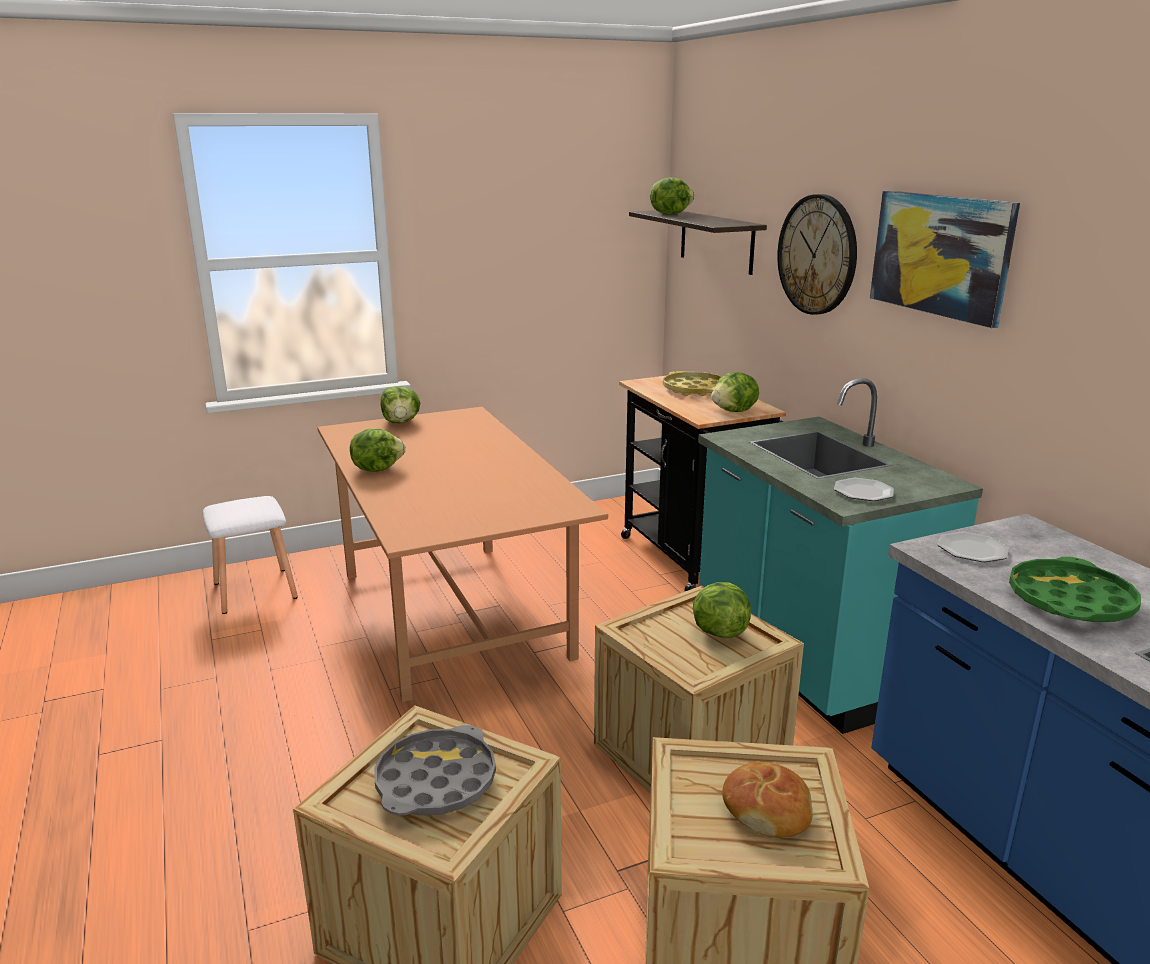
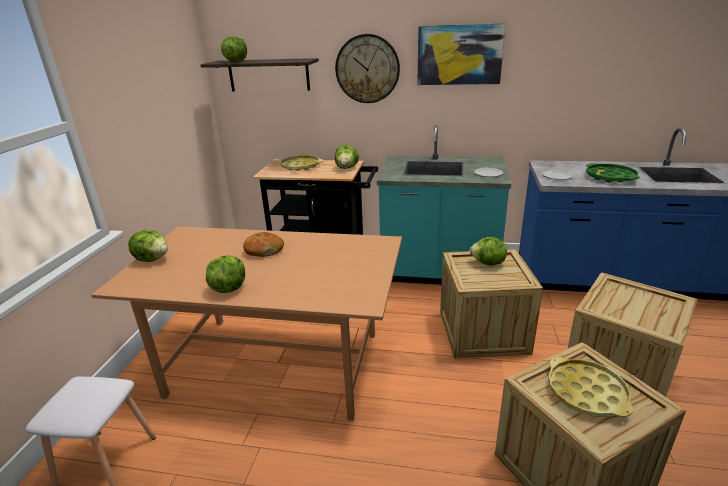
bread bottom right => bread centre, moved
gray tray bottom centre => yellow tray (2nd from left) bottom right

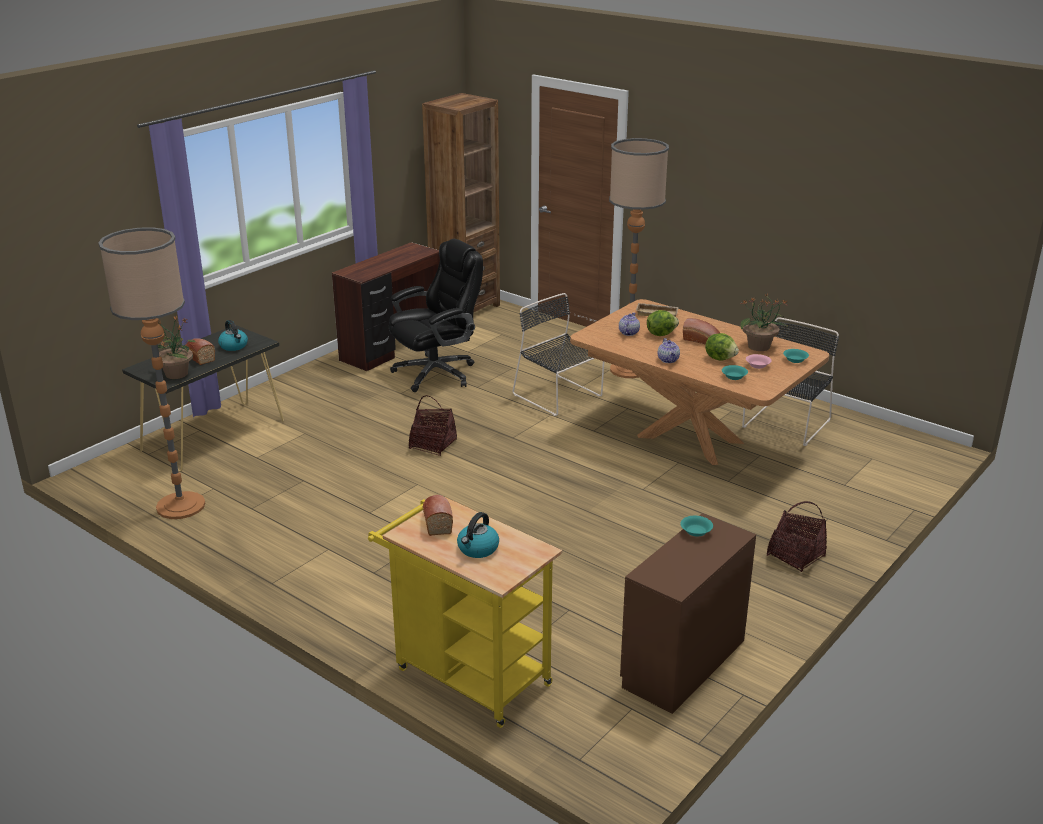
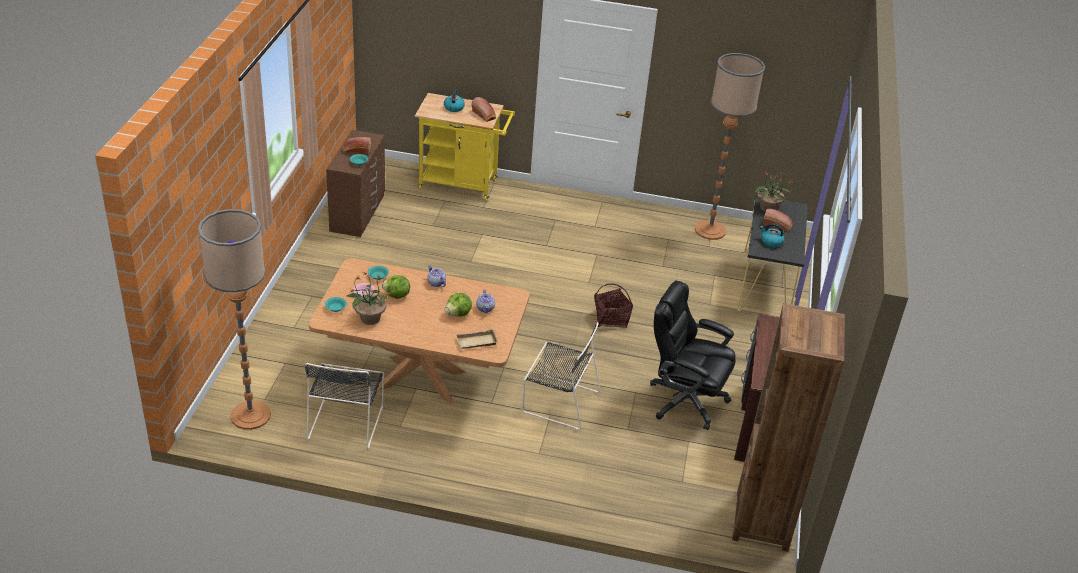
storage basket (2nd from left) middle right => nothing
standing lamp (2nd from left in the first image) top centre => standing lamp (1st from left) middle left, moved
bread (3rd from left in the first image) middle right => bread (1st from left) top left, moved
blackish computer chair centre, 90 degrees clockwise

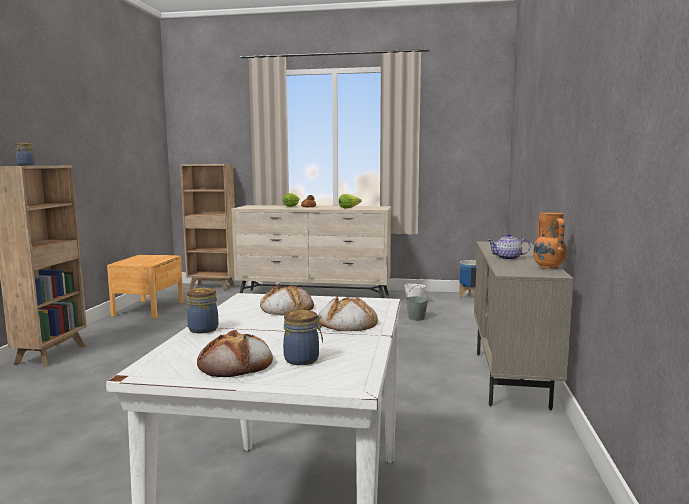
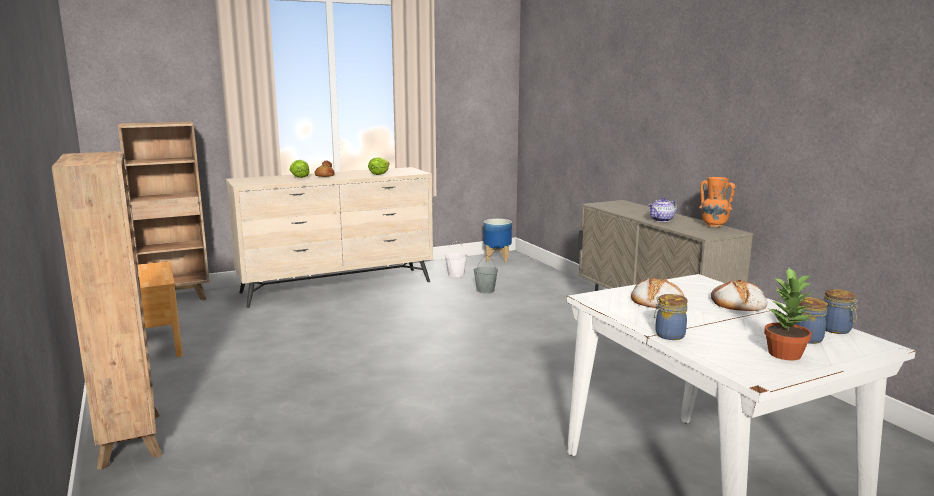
storage jar (1st from left in the first image) top left => storage jar (3rd from left) middle right, moved
bread (1st from left) bottom centre => potted plant middle right

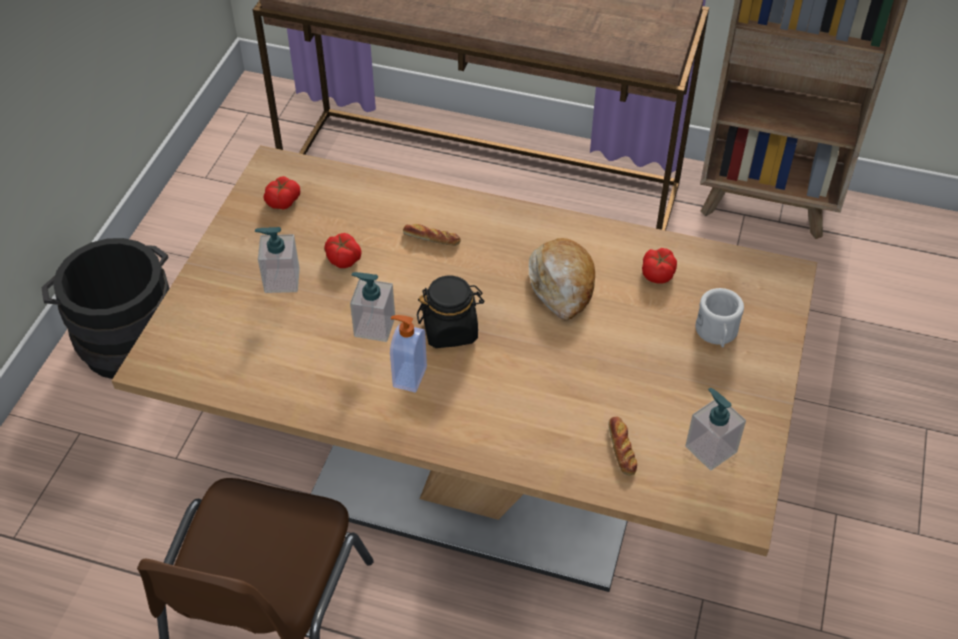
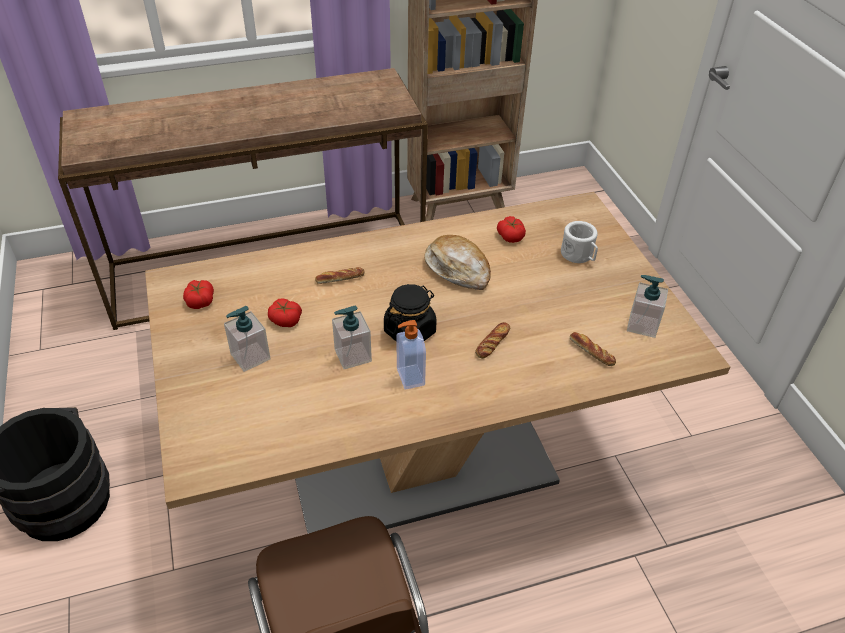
nothing => bread (3rd from left) centre

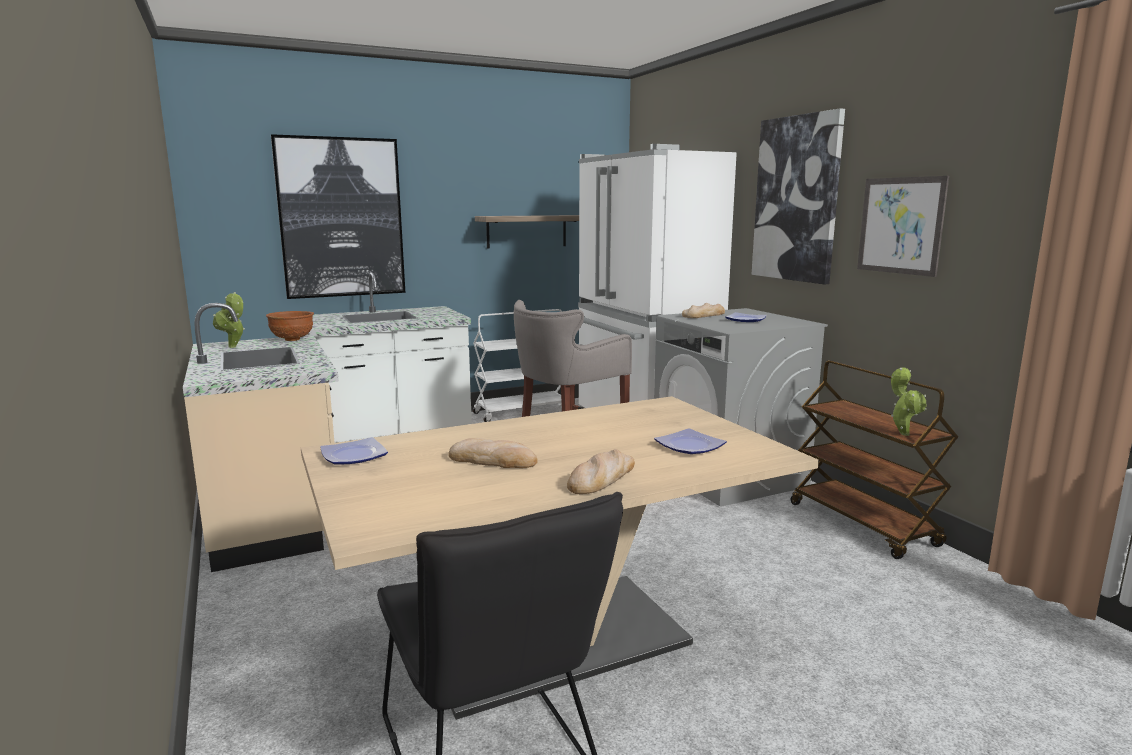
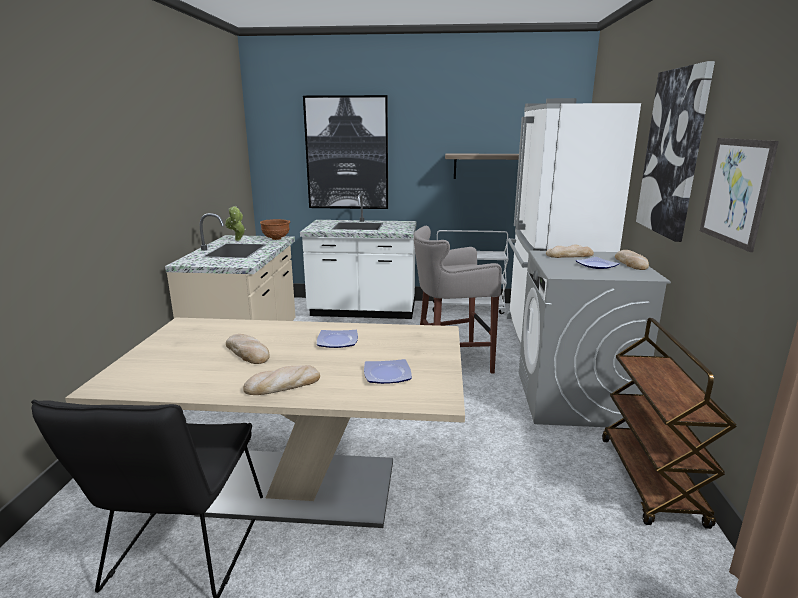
potted plant (2nd from left) middle right => nothing
nothing => bread (4th from left) middle right
flat dish (1st from left) middle left => flat dish (1st from left) centre, moved

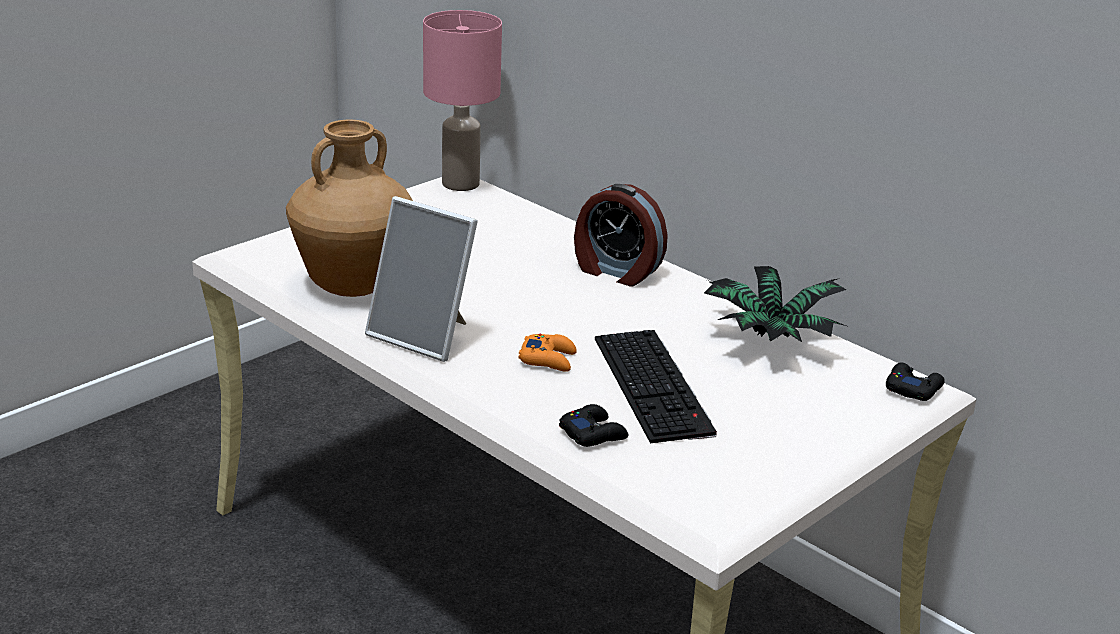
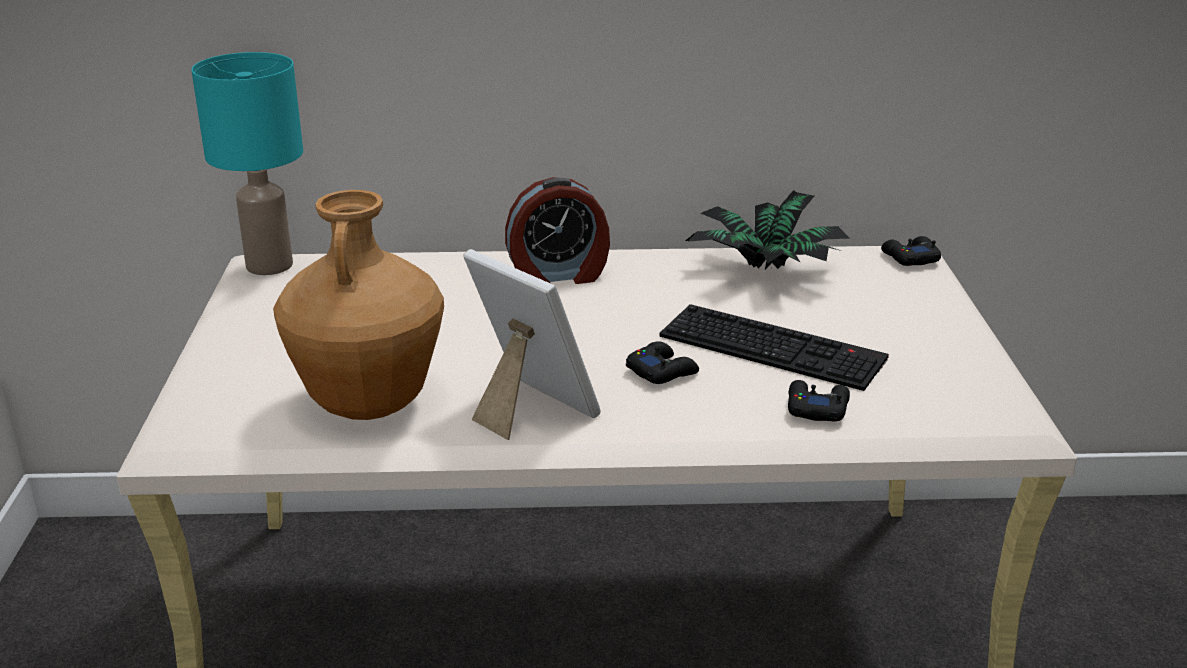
pink lamp for a table top centre => turquoise-coloured lamp for a table top left
orange joypad centre => blackish joypad (1st from left) centre
photo frame centre, 120 degrees counterclockwise

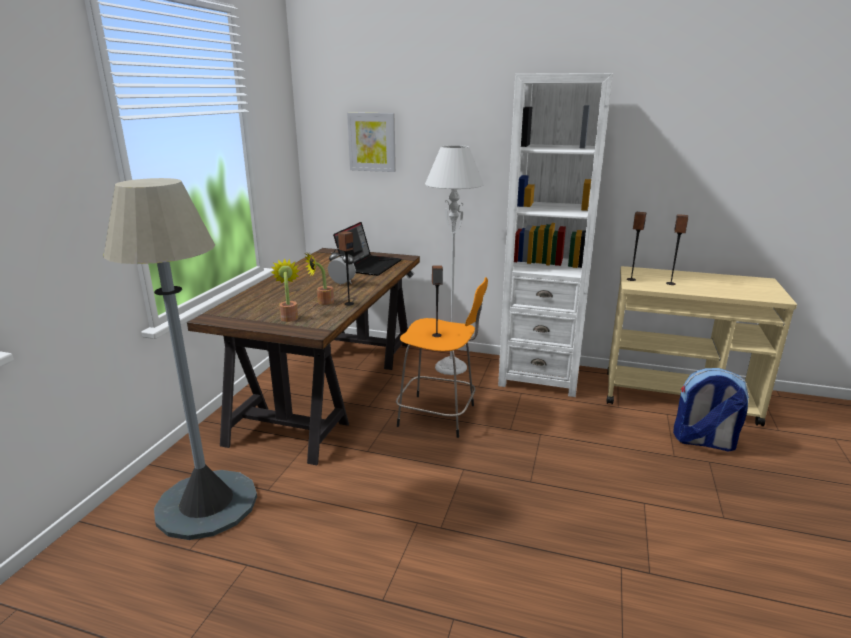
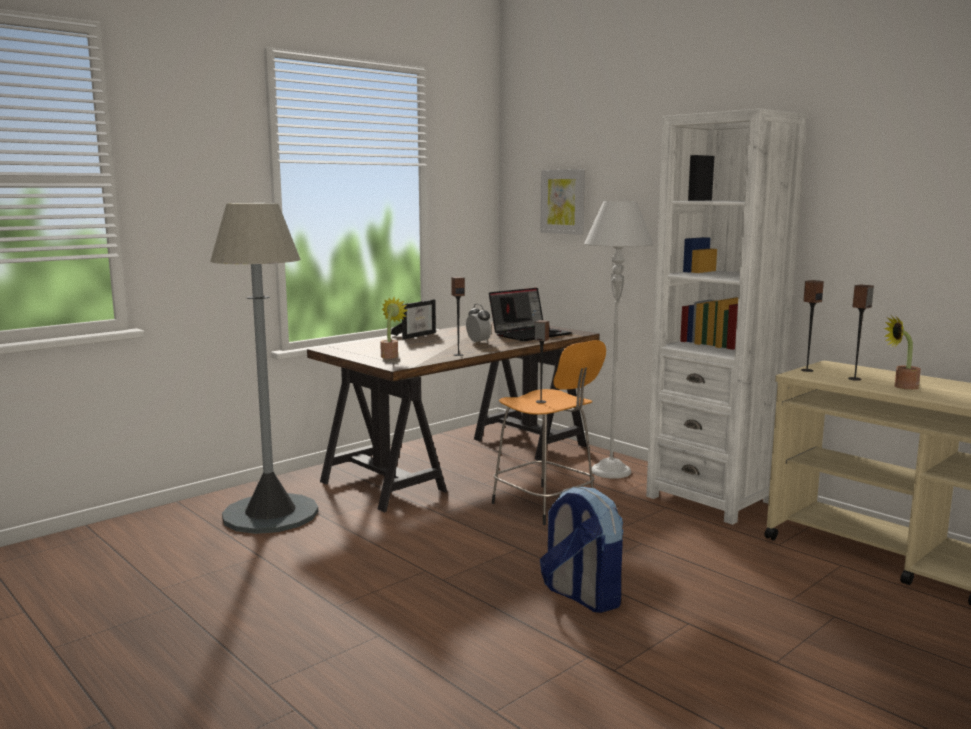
nothing => photo frame centre
potted plant (2nd from left) centre => potted plant (2nd from left) middle right, moved
rucksack middle right => rucksack bottom centre, moved

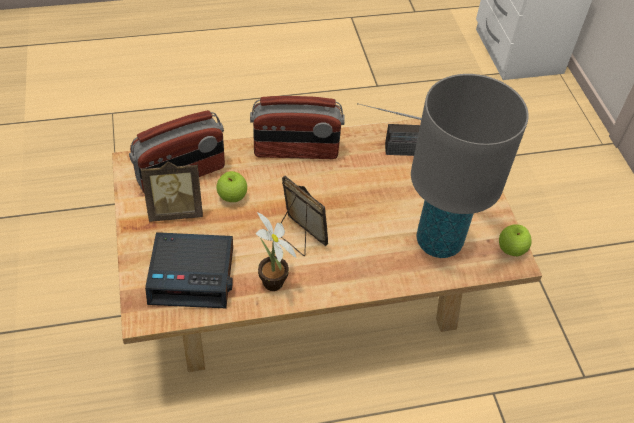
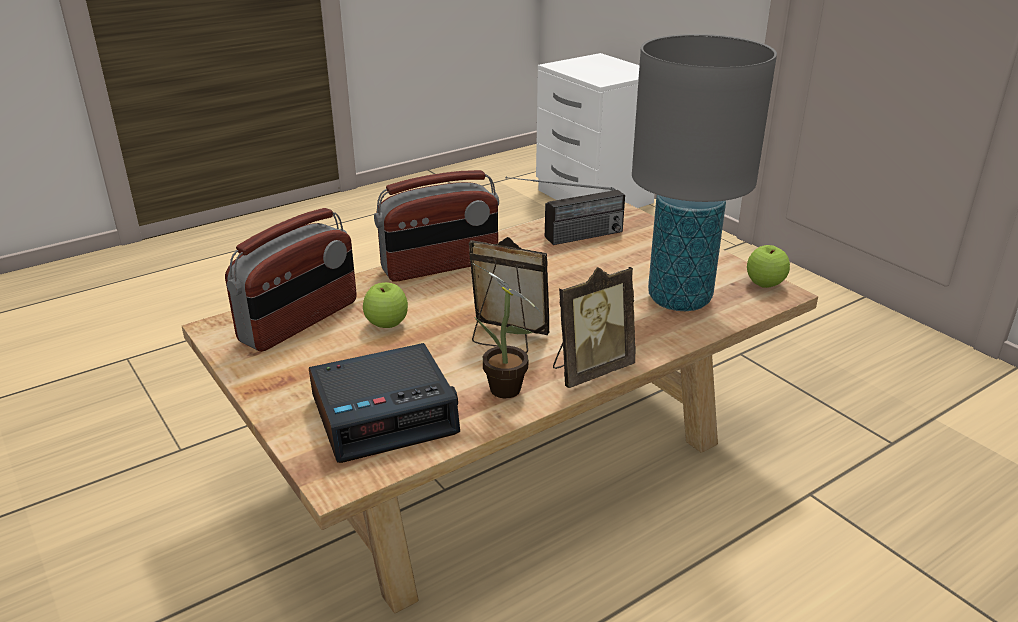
photo frame (1st from left in the first image) middle left => photo frame (2nd from left) centre, moved

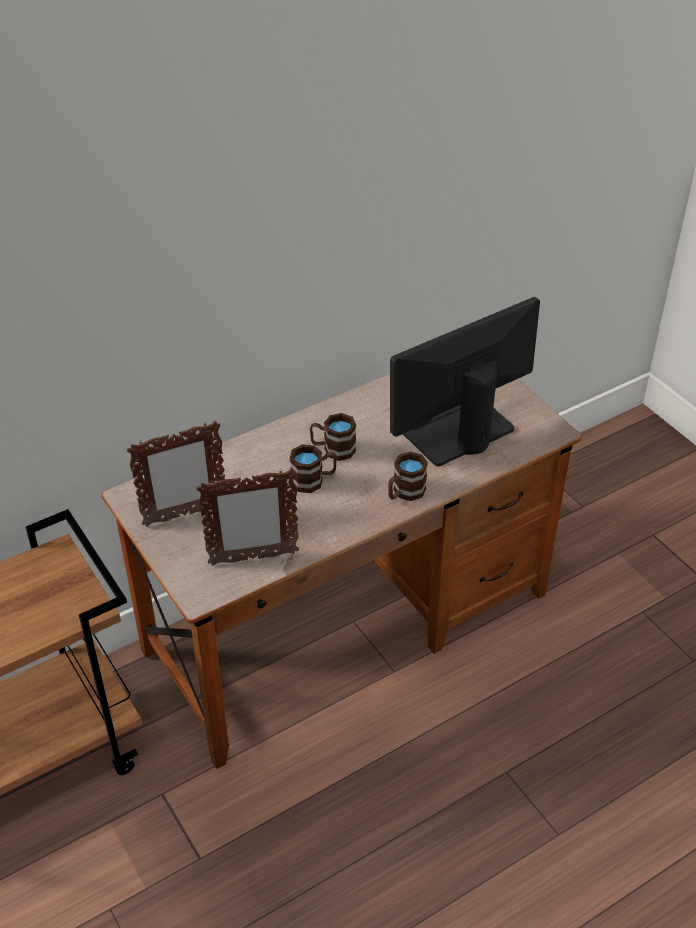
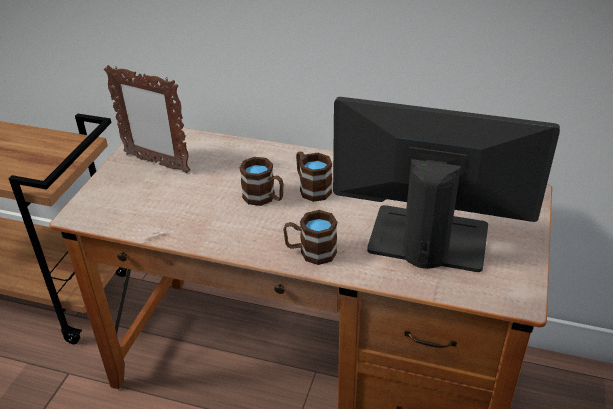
photo frame (2nd from left) centre => nothing

